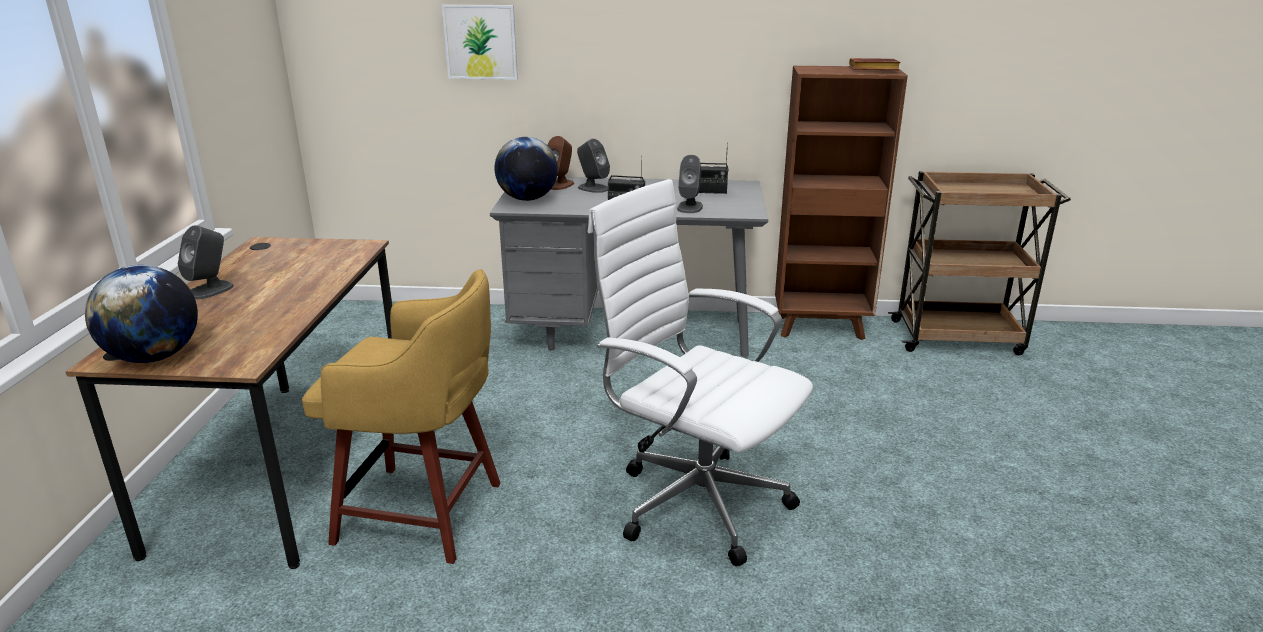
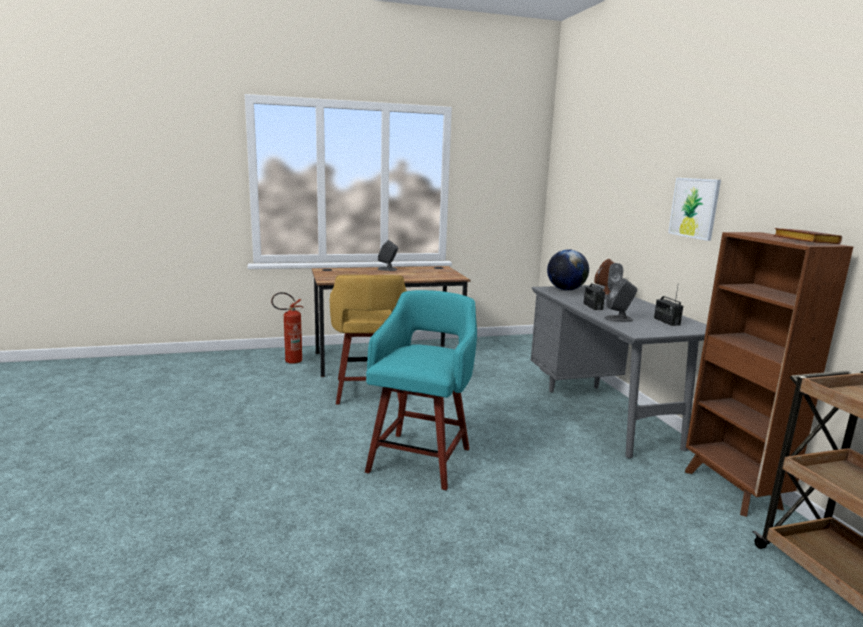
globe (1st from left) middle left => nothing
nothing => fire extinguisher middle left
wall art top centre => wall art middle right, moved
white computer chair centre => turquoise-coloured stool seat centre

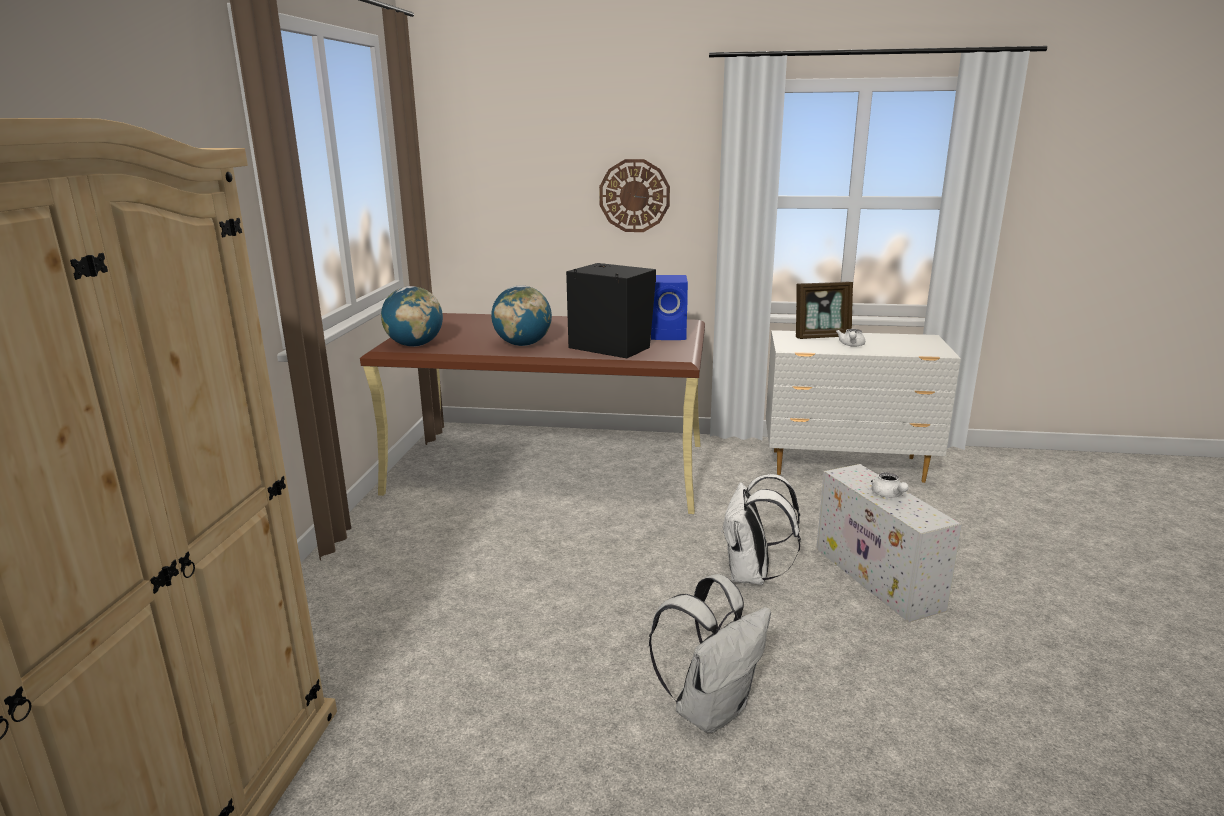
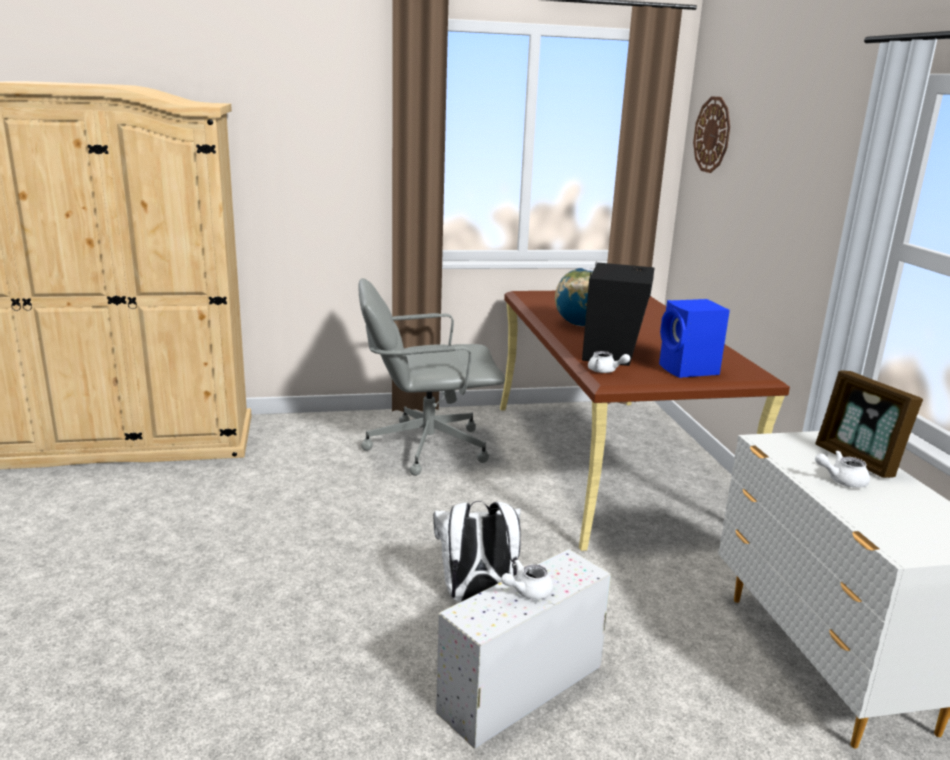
globe (1st from left) centre => nothing
white rucksack (1st from left) bottom centre => nothing
nothing => gray computer chair centre
nothing => white pot for tea (2nd from left) centre
wall clock top centre => wall clock top right, moved

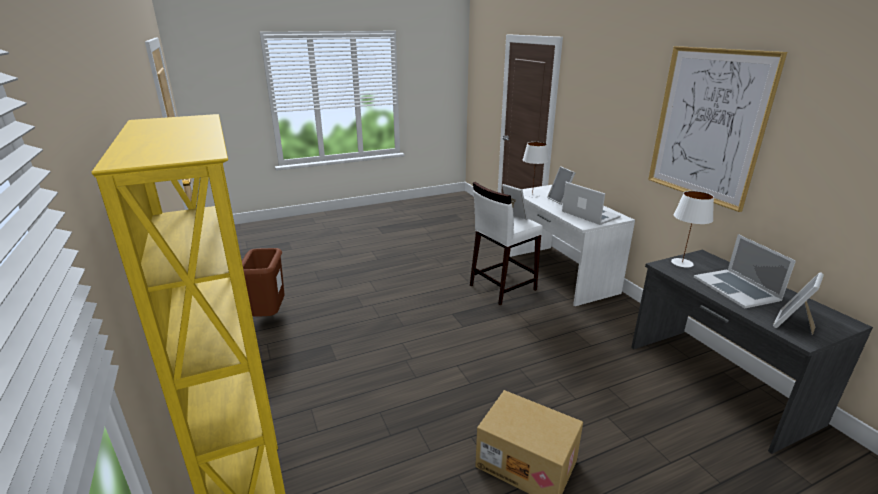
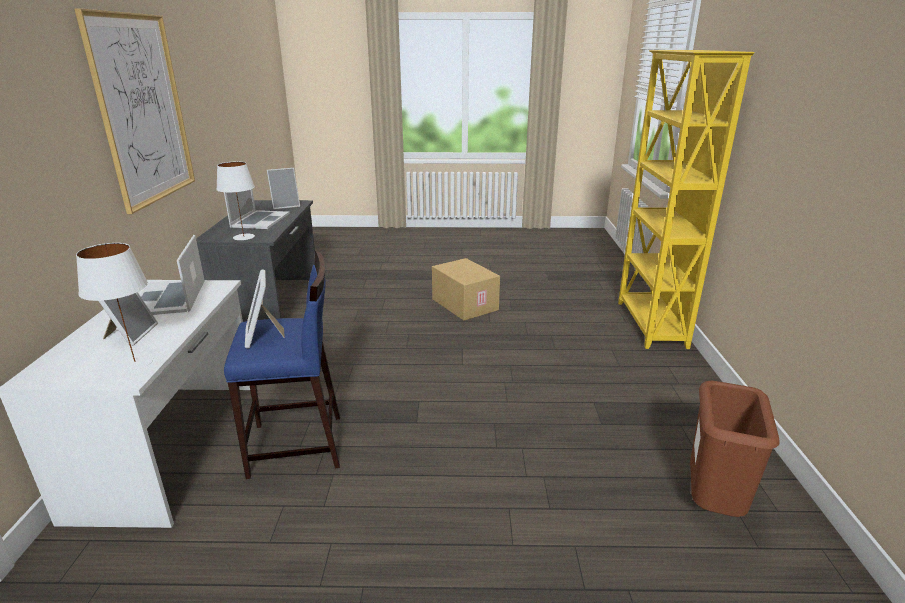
white stool seat centre => blue stool seat middle left

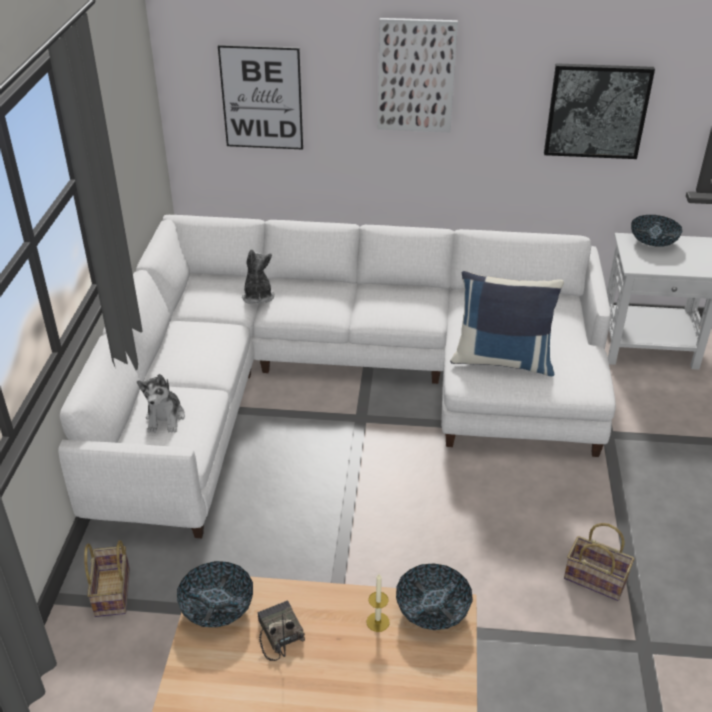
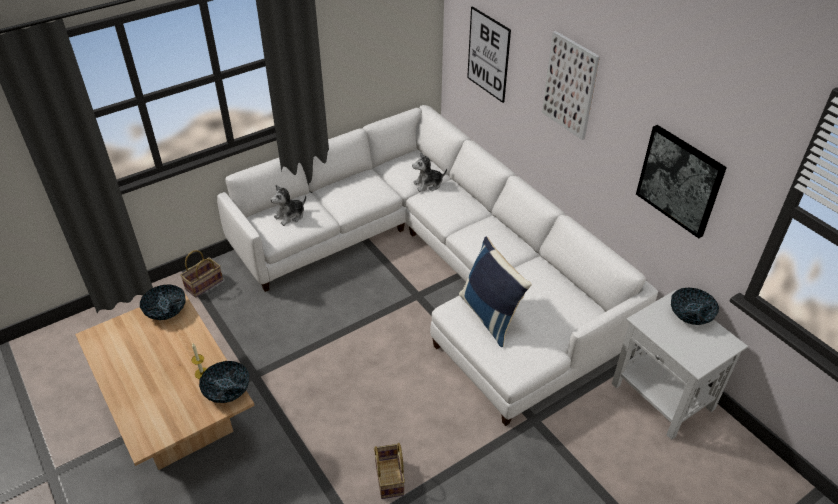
radio set bottom centre => nothing
soft toy (2nd from left) centre, 150 degrees counterclockwise

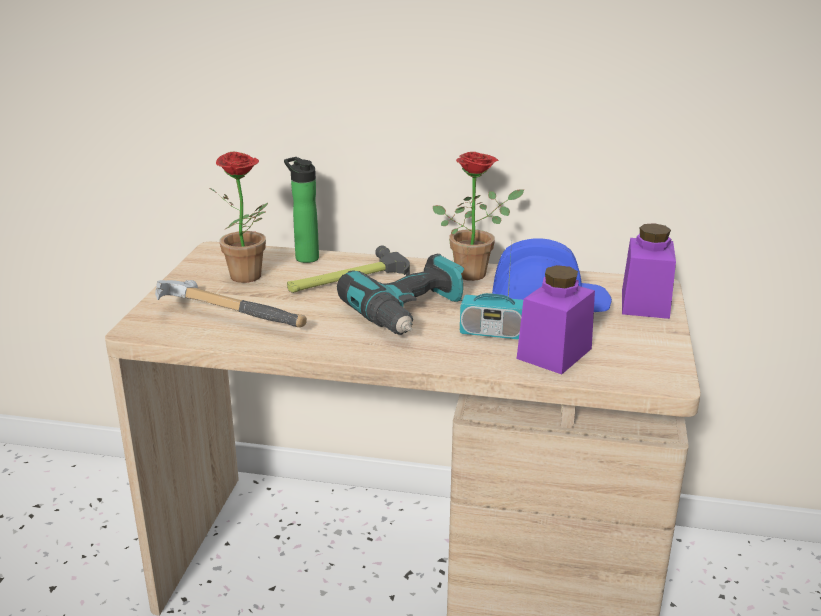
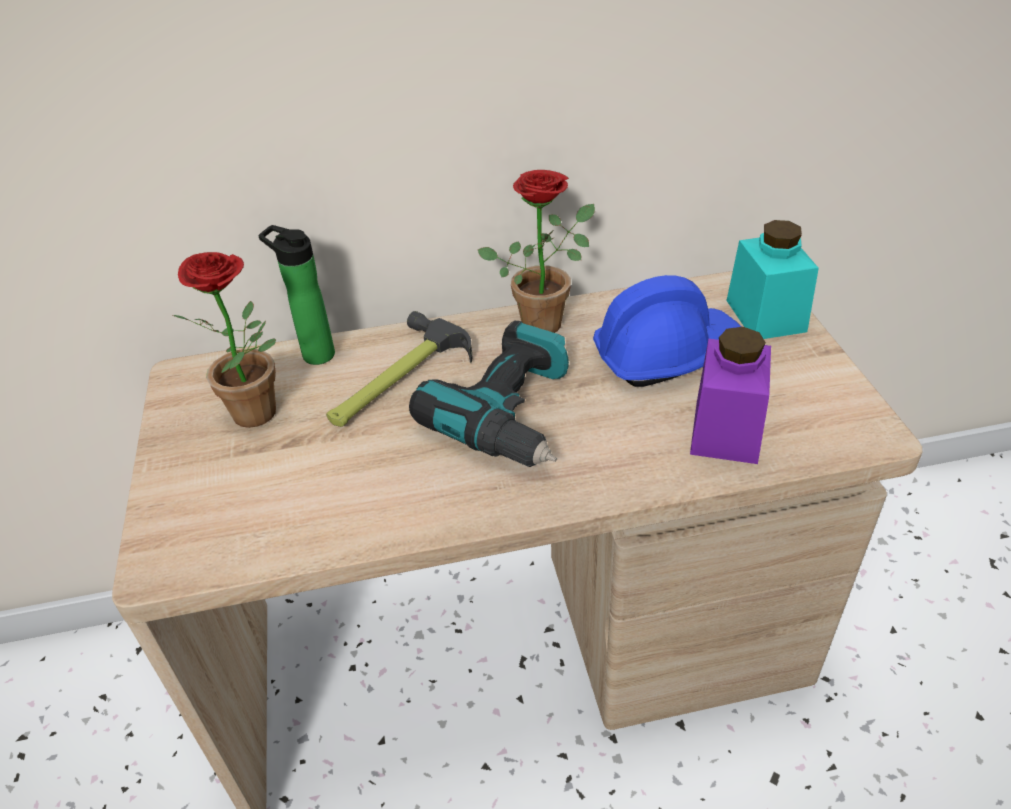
hammer (1st from left) middle left => nothing
radio set centre => nothing
purple-coloured storage jar (2nd from left) middle right => turquoise-coloured storage jar middle right

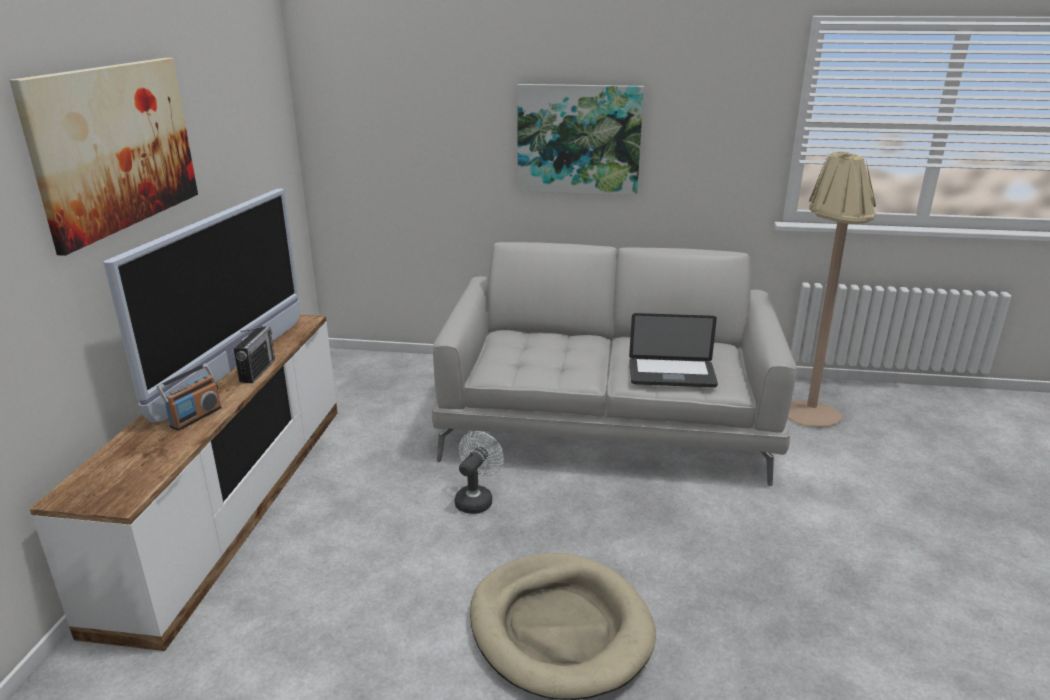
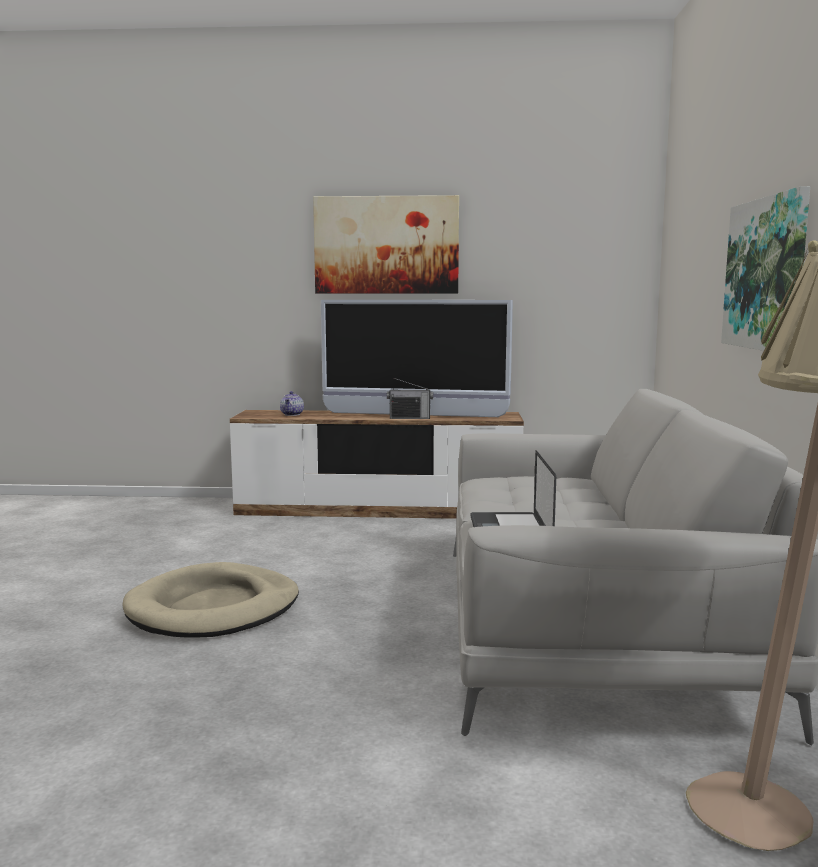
radio set (1st from left) middle left => nothing
white fan bottom centre => nothing
nothing => pot for tea centre

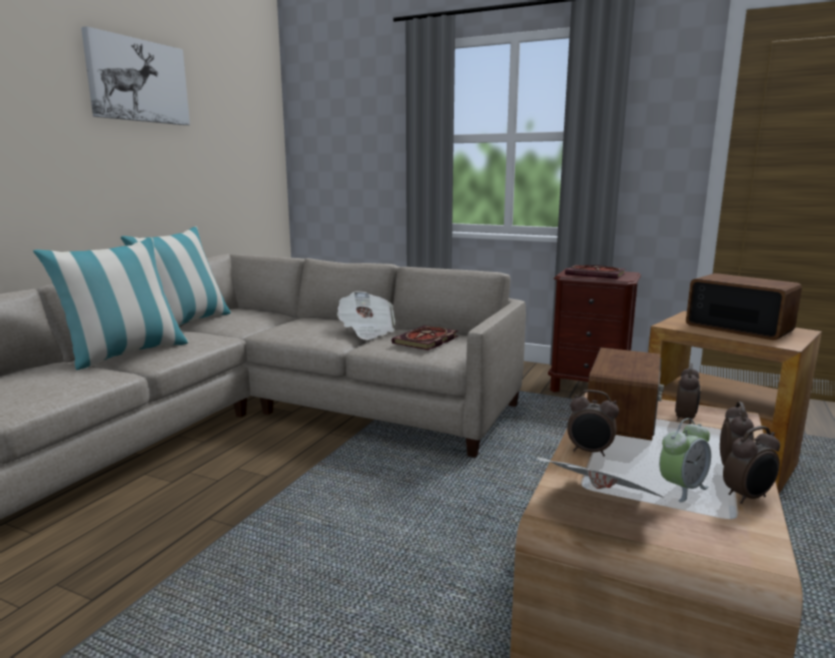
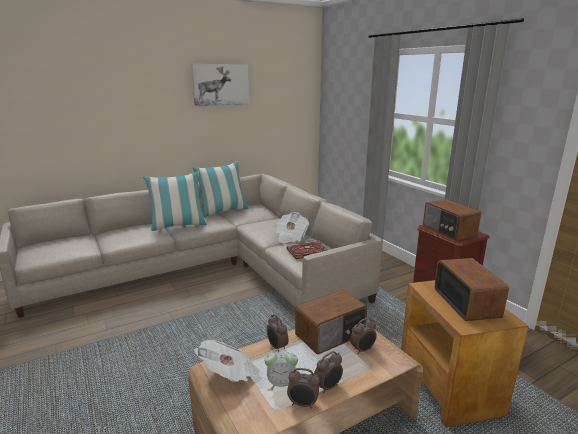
volume (2nd from left) middle right => radio set (2nd from left) middle right

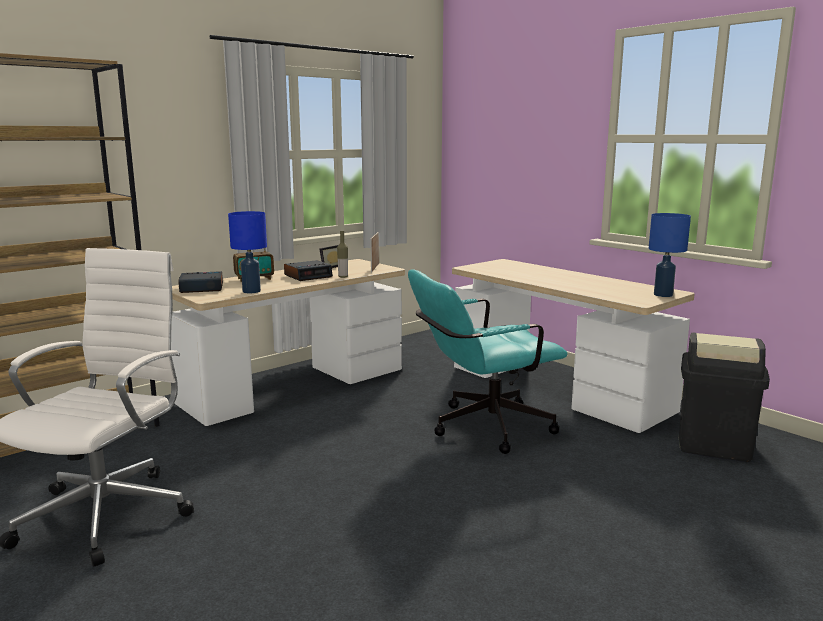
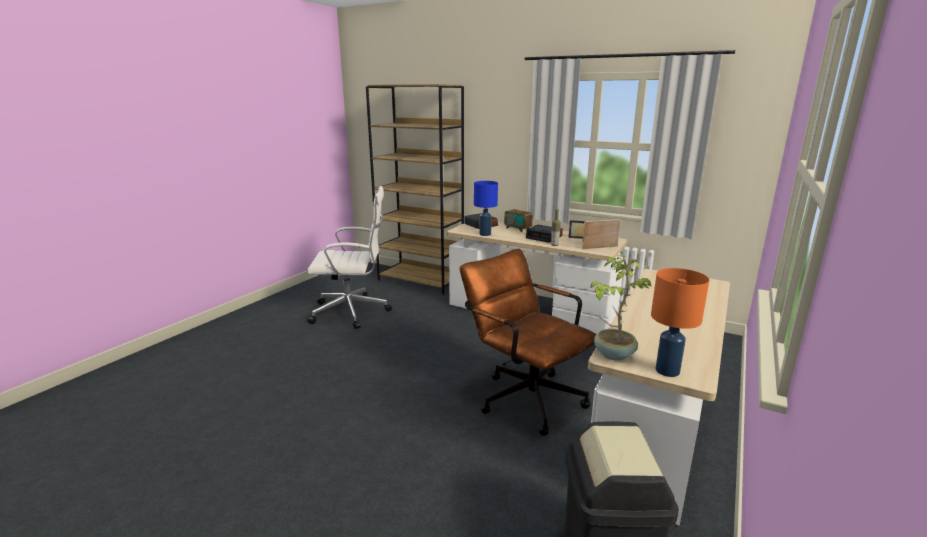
nothing => potted plant middle right
turquoise-coloured computer chair centre => brown-coloured computer chair centre
blue lamp for a table (2nd from left) middle right => orange lamp for a table middle right

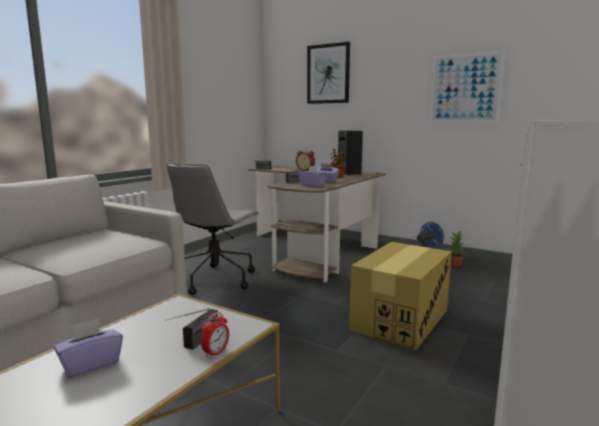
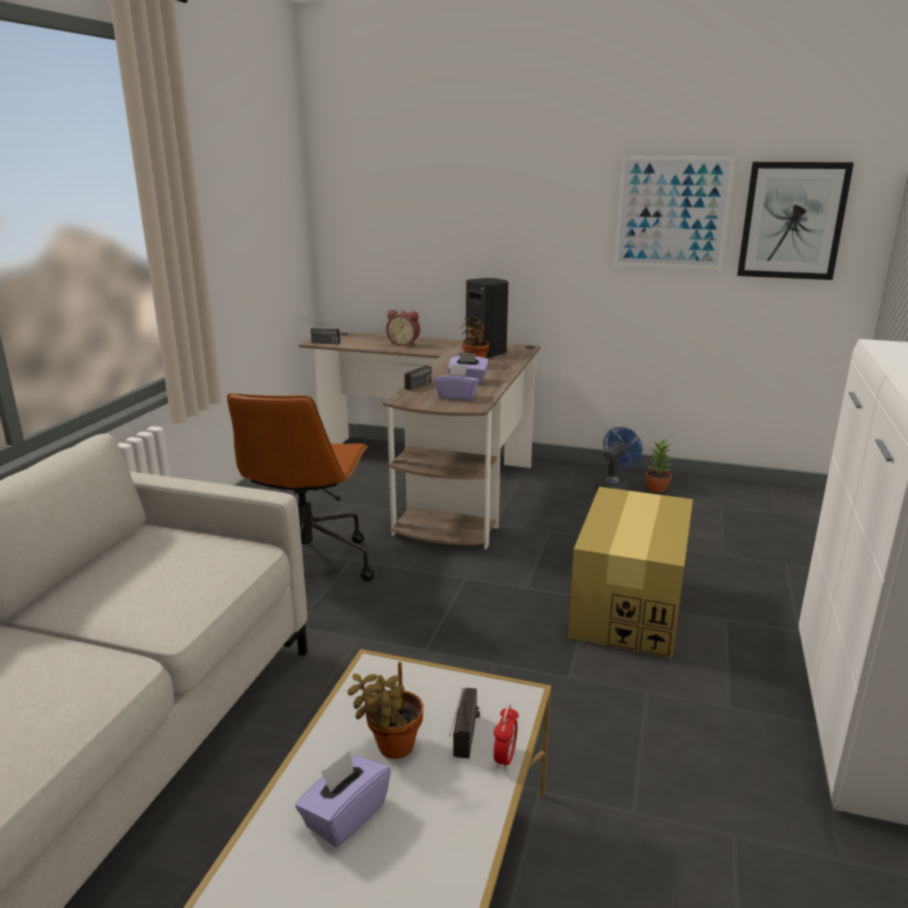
nothing => potted plant (1st from left) bottom centre
wall art (1st from left in the first image) top centre => wall art (2nd from left) top right, moved
gray computer chair centre => brown-coloured computer chair middle left

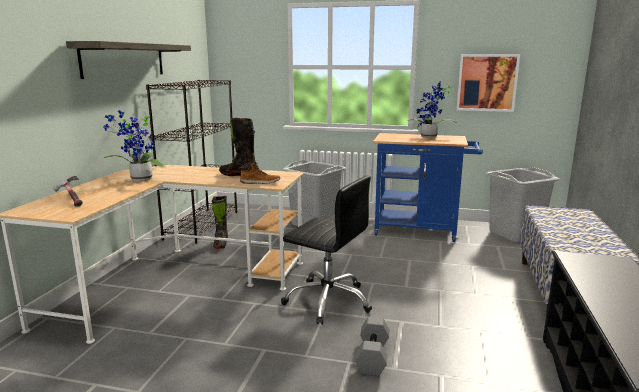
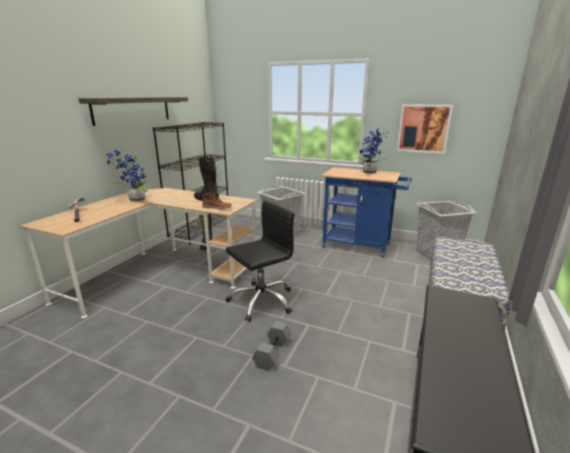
blackish computer chair centre, 75 degrees counterclockwise

